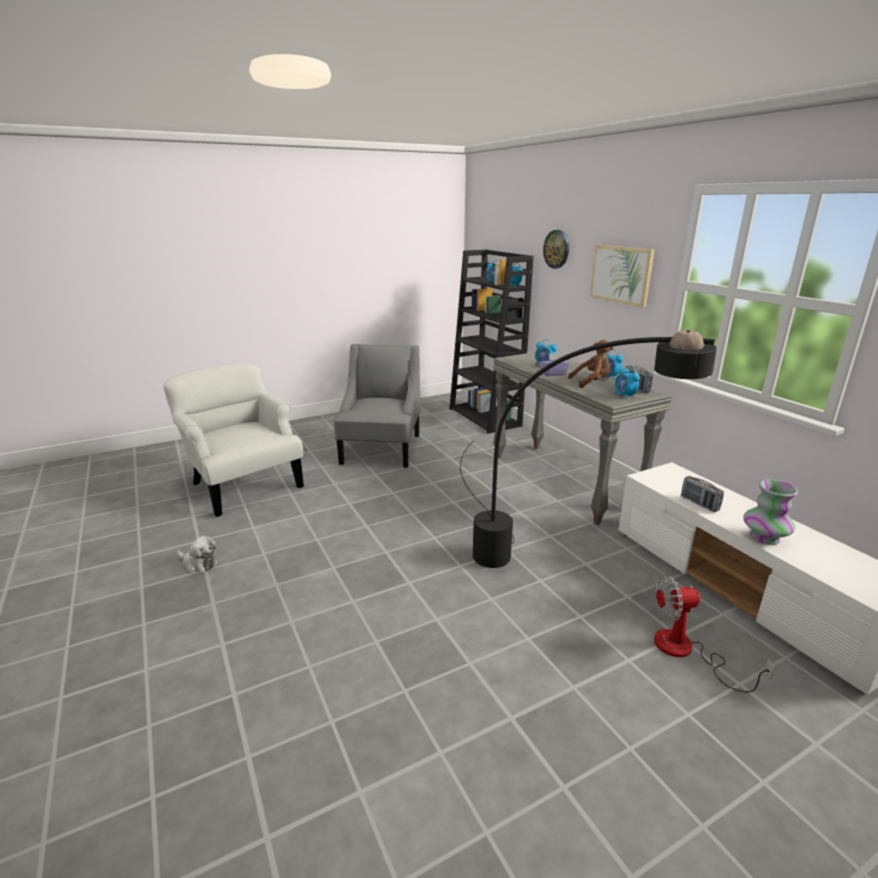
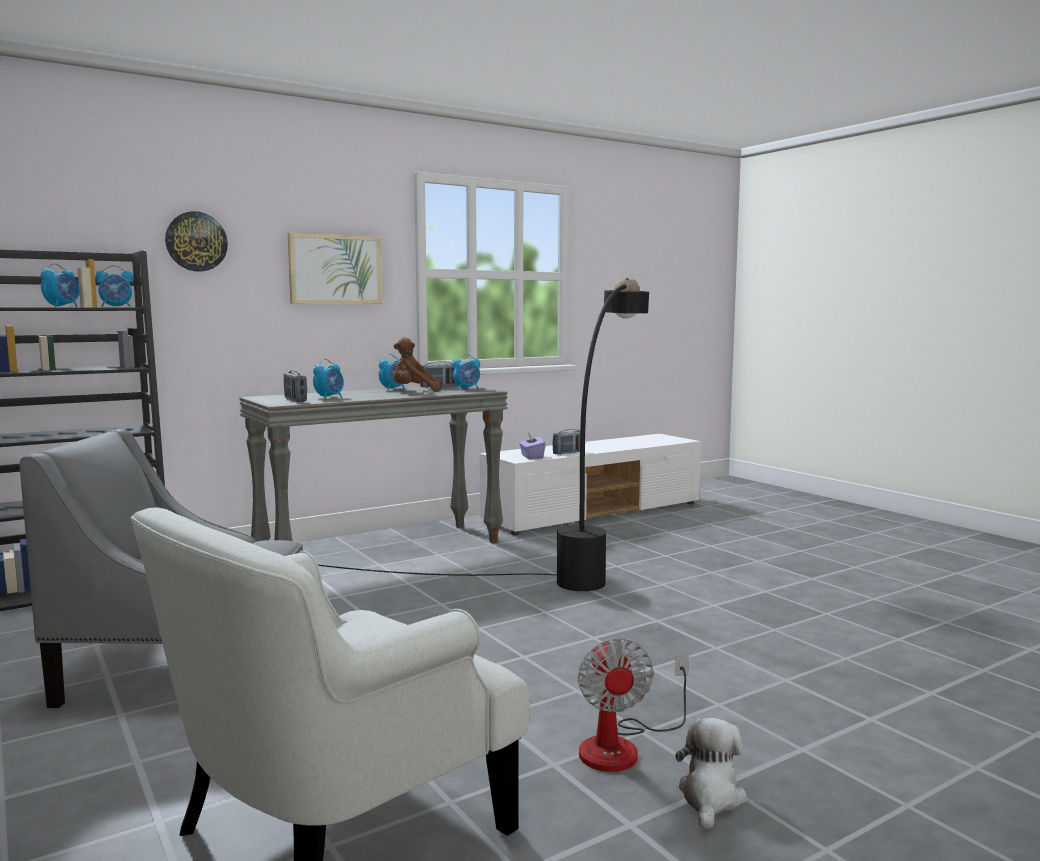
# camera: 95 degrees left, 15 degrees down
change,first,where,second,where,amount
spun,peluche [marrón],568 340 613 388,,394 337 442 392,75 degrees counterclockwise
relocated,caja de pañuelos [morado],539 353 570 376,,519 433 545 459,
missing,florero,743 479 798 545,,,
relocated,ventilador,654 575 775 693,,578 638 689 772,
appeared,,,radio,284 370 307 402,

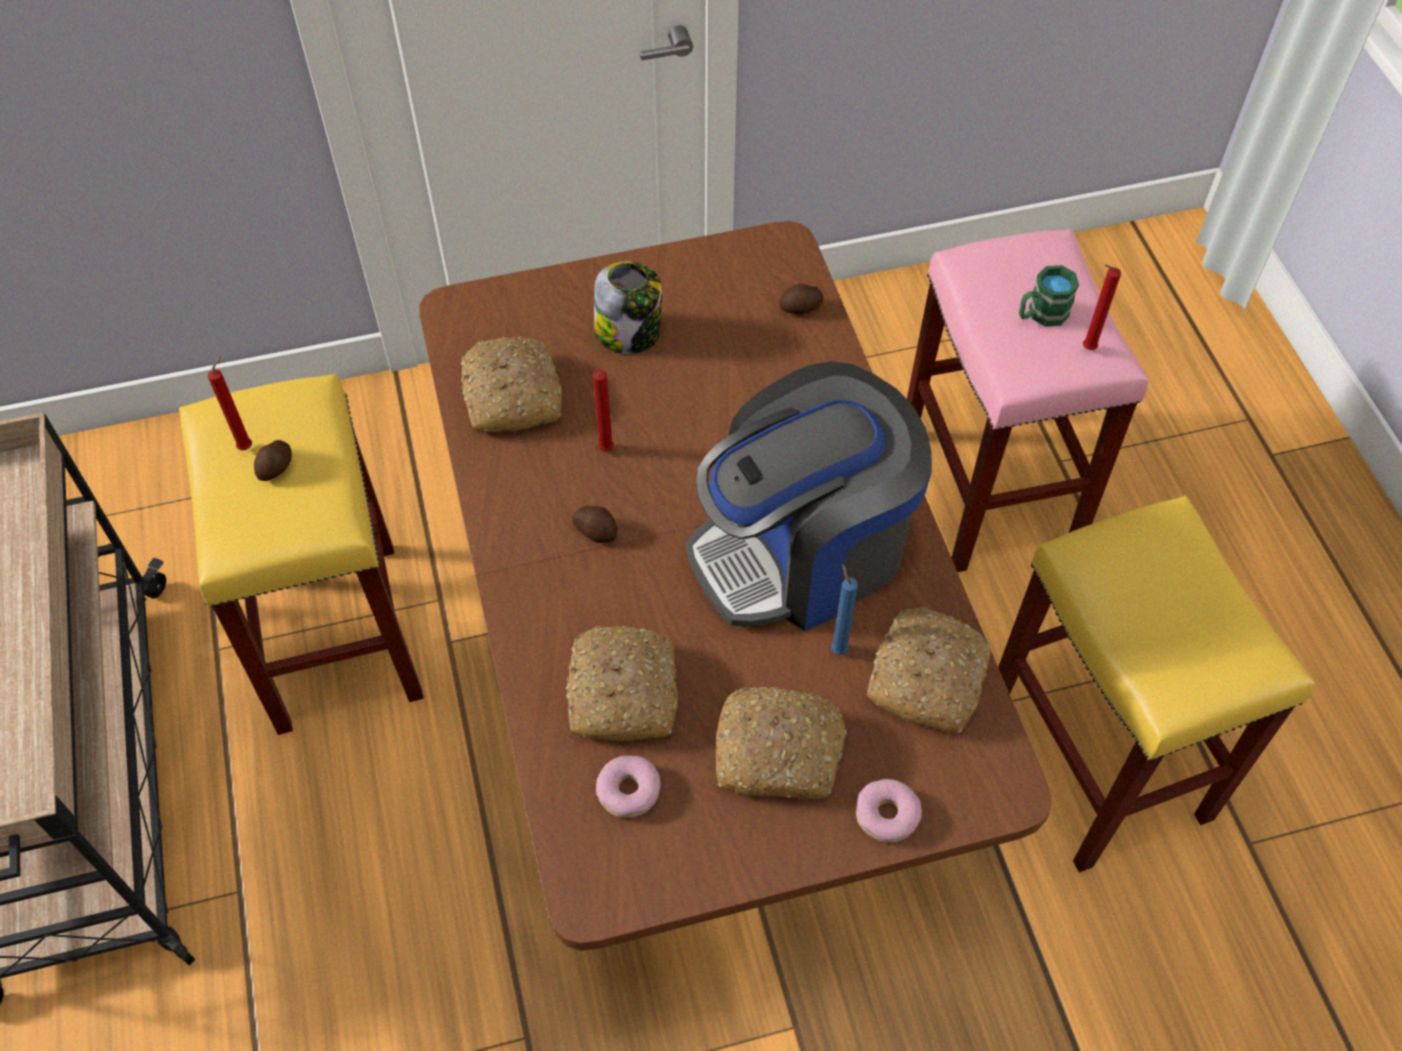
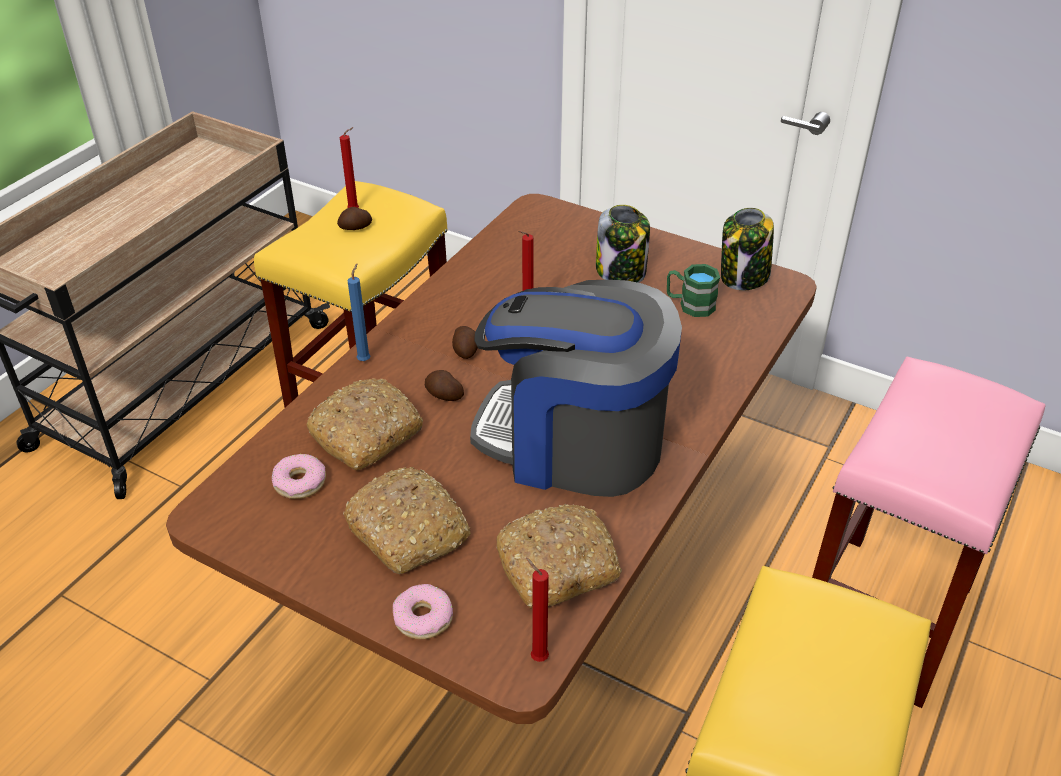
# camera: 45 degrees right, 15 degrees down
change,first,where,second,where,amount
relocated,vela [rojo],1083 264 1121 350,,526 558 549 662,
relocated,taza grande [verde],1019 265 1079 327,,667 264 720 317,
relocated,patata,779 283 823 314,,425 370 464 401,
missing,pan,461 337 563 433,,,
relocated,vela [azul],831 564 858 655,,348 264 370 361,
appeared,,,tarro,721 208 774 290,

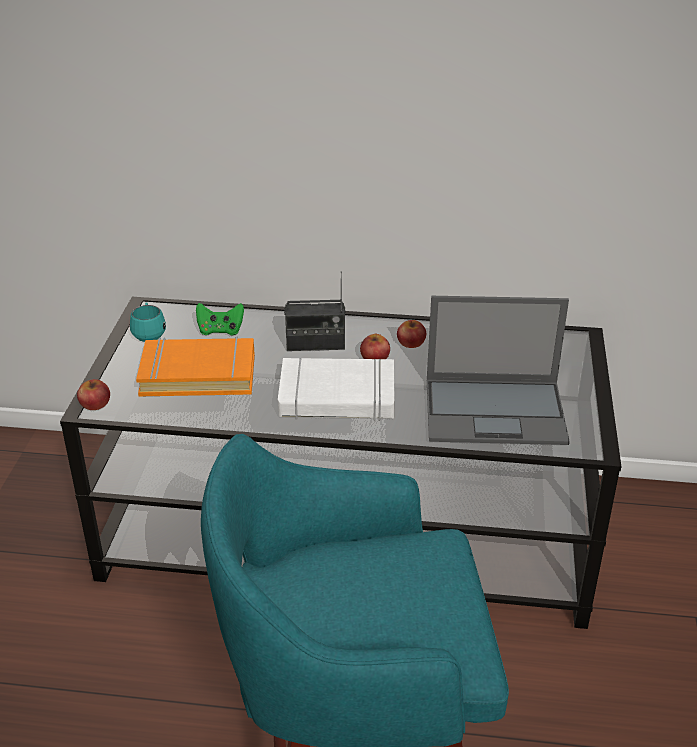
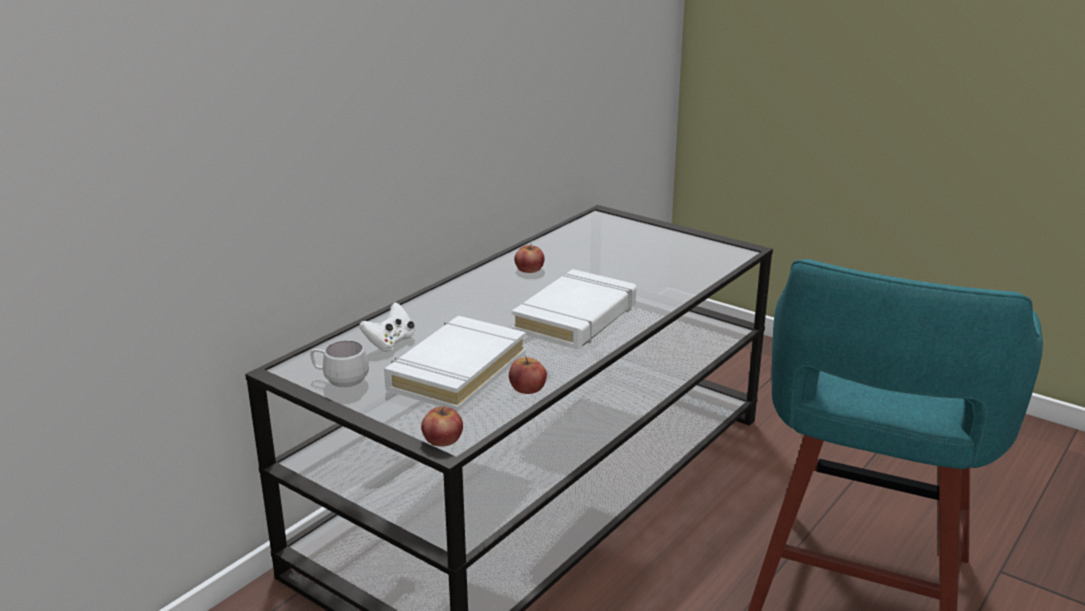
# camera: 60 degrees left, 10 degrees down
change,first,where,second,where,amount
missing,radio,284 271 345 351,,,
missing,portátil,427 296 570 445,,,
colour,taza grande [turquesa],130 302 166 342,taza grande [blanco],310 341 369 387,
colour,mando de consola [verde],196 303 244 336,mando de consola [blanco],359 302 414 352,
relocated,manzana,360 334 390 359,,509 355 547 394,
colour,libro [naranja],136 336 255 397,libro [blanco],384 316 526 412,

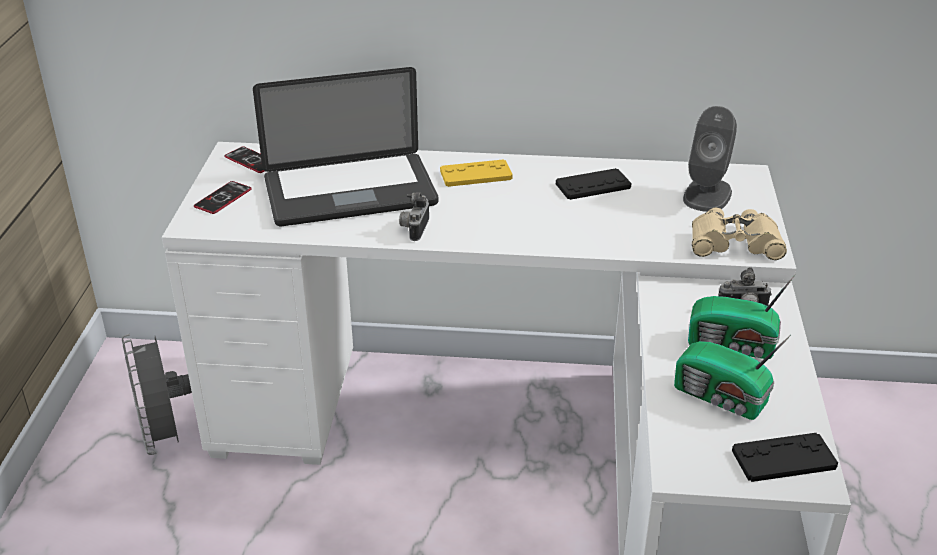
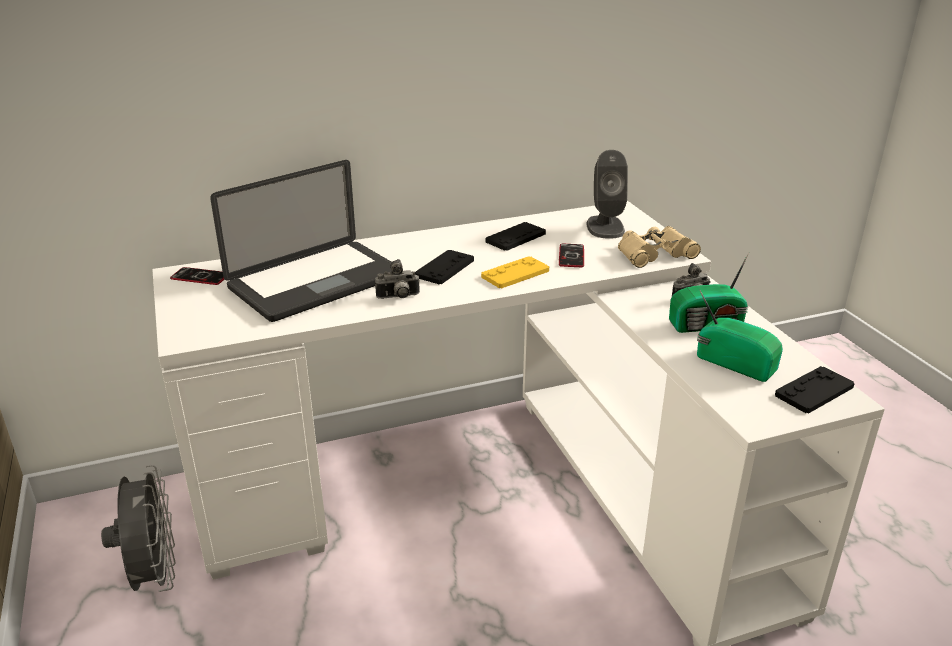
# camera: 25 degrees left, 5 degrees down
change,first,where,second,where,amount
relocated,mando de consola [amarillo],440 160 513 187,,481 256 549 288,
relocated,móvil,194 181 252 214,,559 244 584 267,
spun,cámara,399 192 429 241,,375 259 420 299,90 degrees counterclockwise
spun,ventilador [gris],122 334 192 455,,101 465 176 592,150 degrees counterclockwise
spun,radio,674 335 791 420,,697 289 783 382,150 degrees counterclockwise
appeared,,,mando de consola [negro],415 250 474 285,

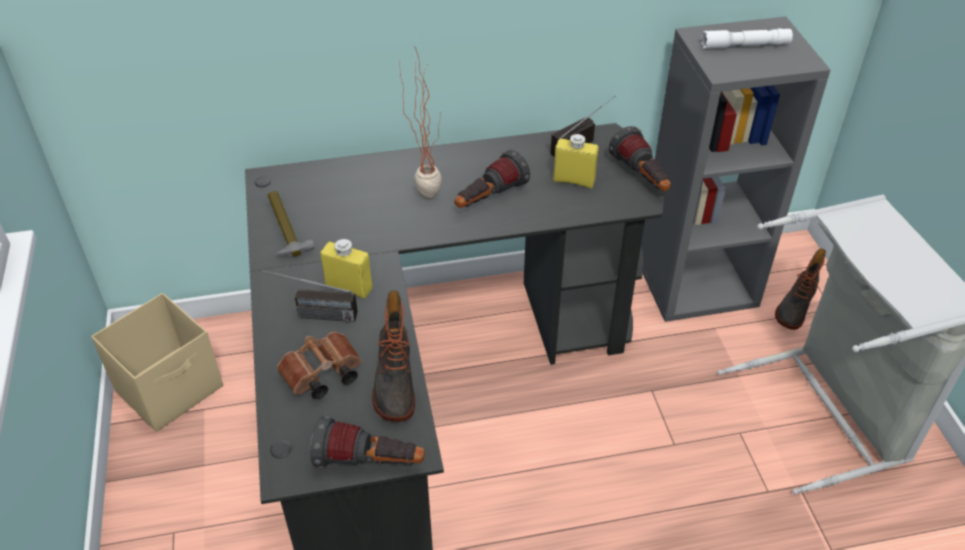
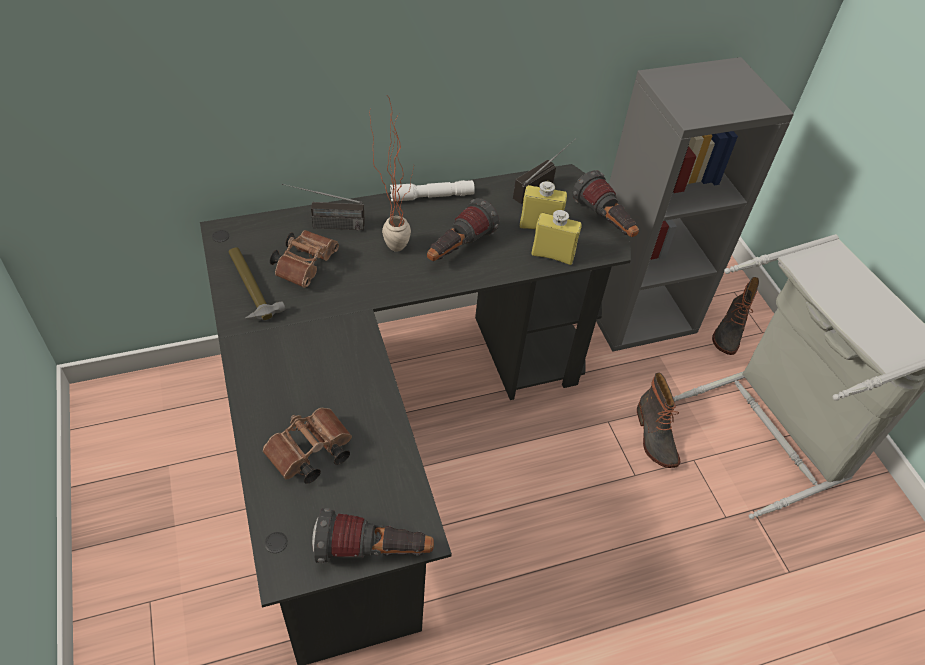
# camera: 10 degrees left, 5 degrees up
change,first,where,second,where,amount
relocated,linterna [blanco],701 28 793 49,,390 180 475 202,
relocated,botella [amarillo],320 239 373 298,,532 210 582 265,
relocated,radio,263 270 357 323,,282 184 365 231,
relocated,bota,372 290 415 422,,637 372 681 468,
missing,caja de almacenaje [beis],91 293 223 432,,,
appeared,,,prismáticos [marrón],270 230 339 288,

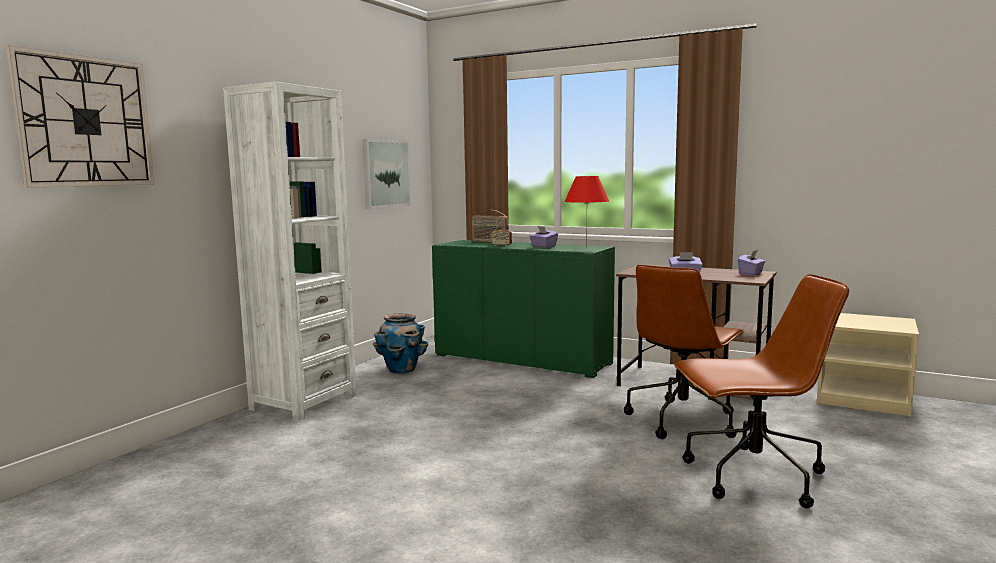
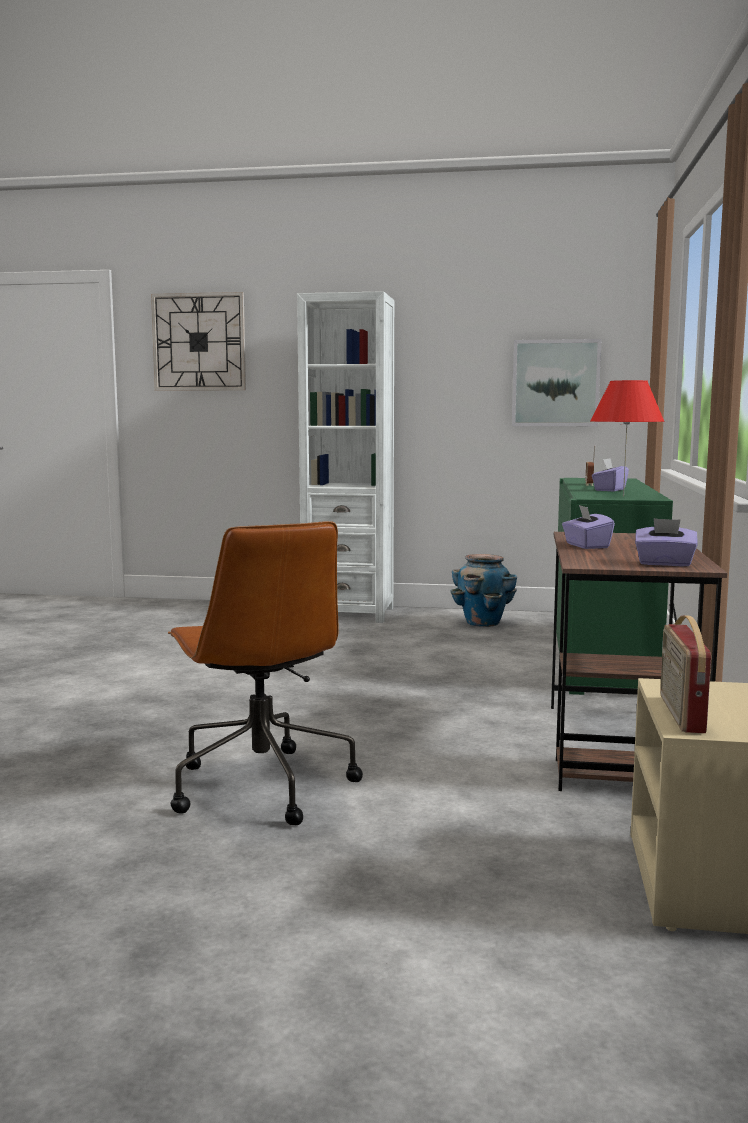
# camera: 70 degrees right, 0 degrees up
change,first,where,second,where,amount
relocated,radio,472 210 508 242,,661 615 711 733,
missing,silla de oficina [marrón],624 265 745 439,,,

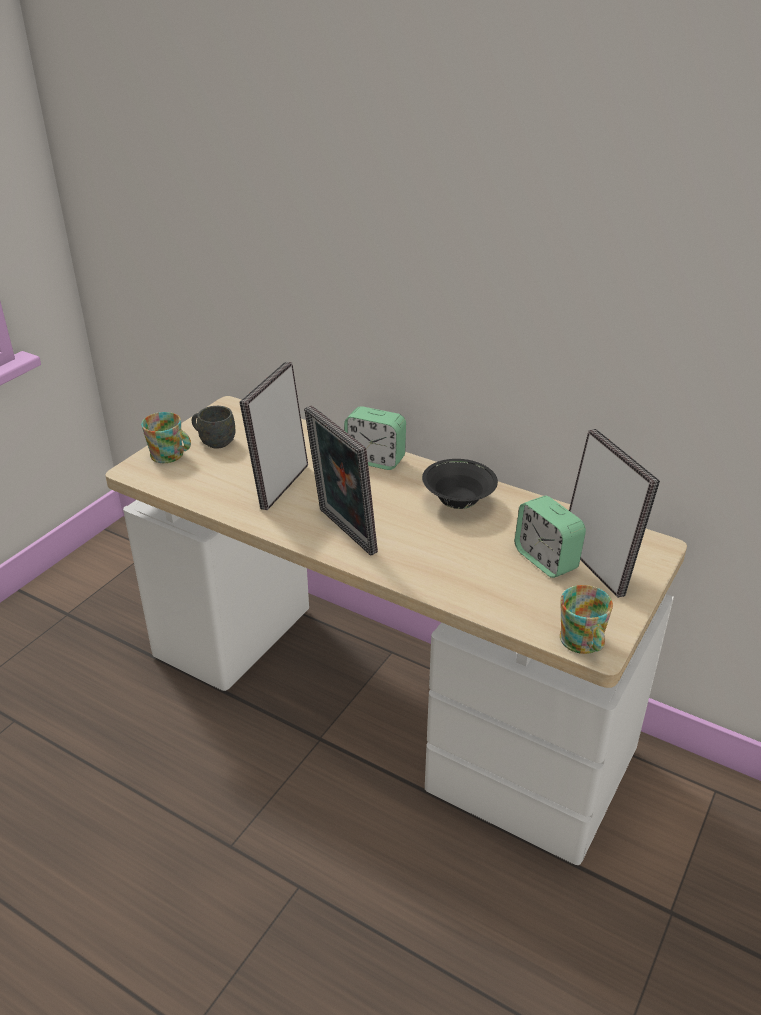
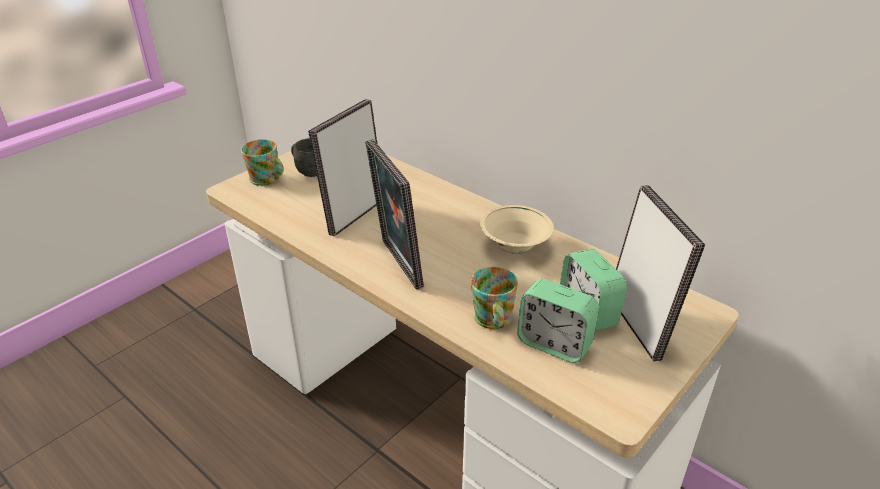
# camera: 10 degrees right, 0 degrees up
change,first,where,second,where,amount
relocated,despertador,344 406 406 470,,517 279 599 363,
colour,cuenco [negro],422 459 498 509,cuenco [beis],480 205 554 254,
relocated,taza grande,560 585 613 654,,471 267 518 329,

